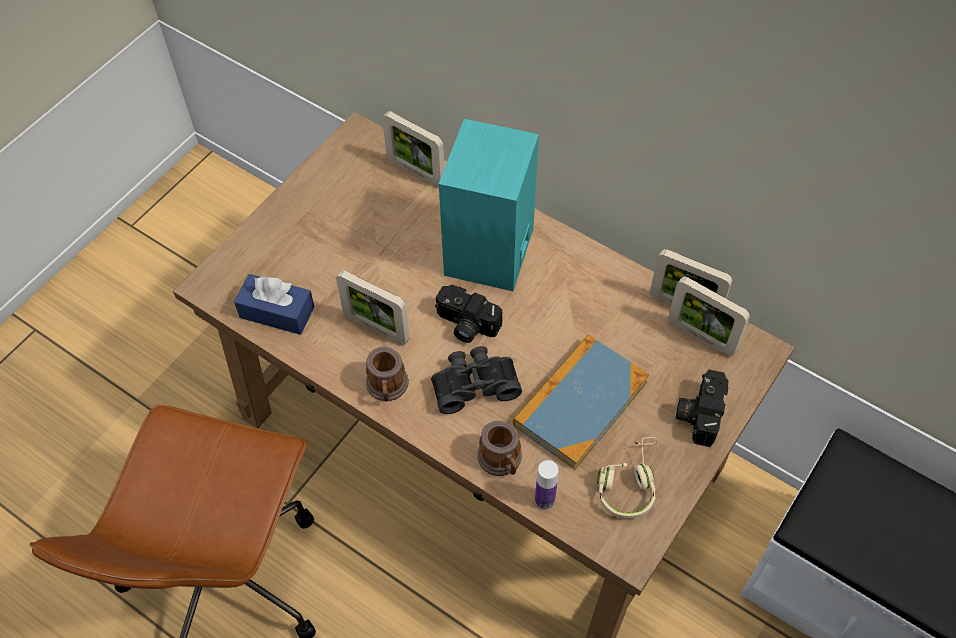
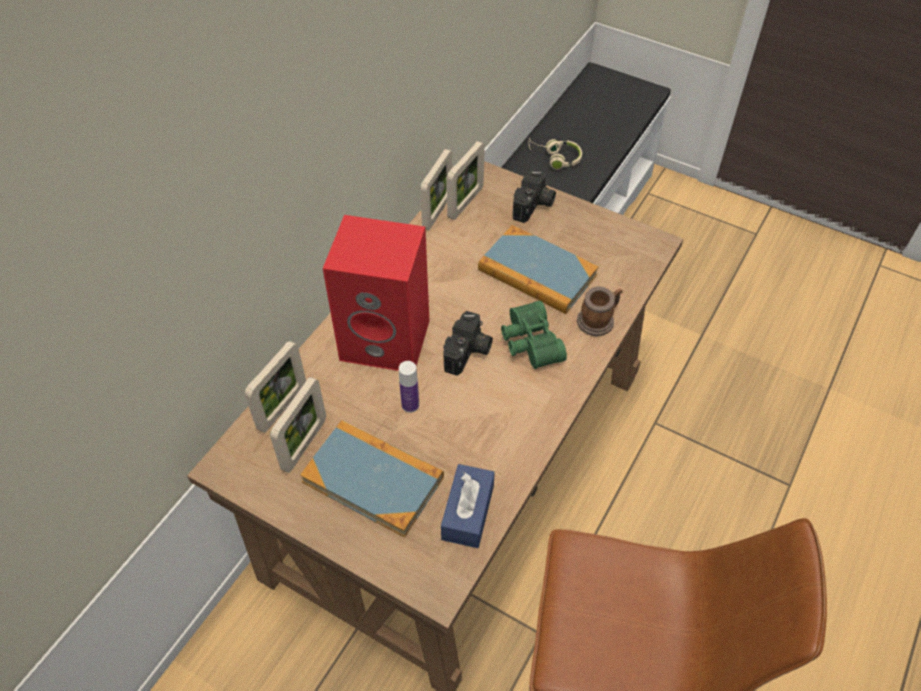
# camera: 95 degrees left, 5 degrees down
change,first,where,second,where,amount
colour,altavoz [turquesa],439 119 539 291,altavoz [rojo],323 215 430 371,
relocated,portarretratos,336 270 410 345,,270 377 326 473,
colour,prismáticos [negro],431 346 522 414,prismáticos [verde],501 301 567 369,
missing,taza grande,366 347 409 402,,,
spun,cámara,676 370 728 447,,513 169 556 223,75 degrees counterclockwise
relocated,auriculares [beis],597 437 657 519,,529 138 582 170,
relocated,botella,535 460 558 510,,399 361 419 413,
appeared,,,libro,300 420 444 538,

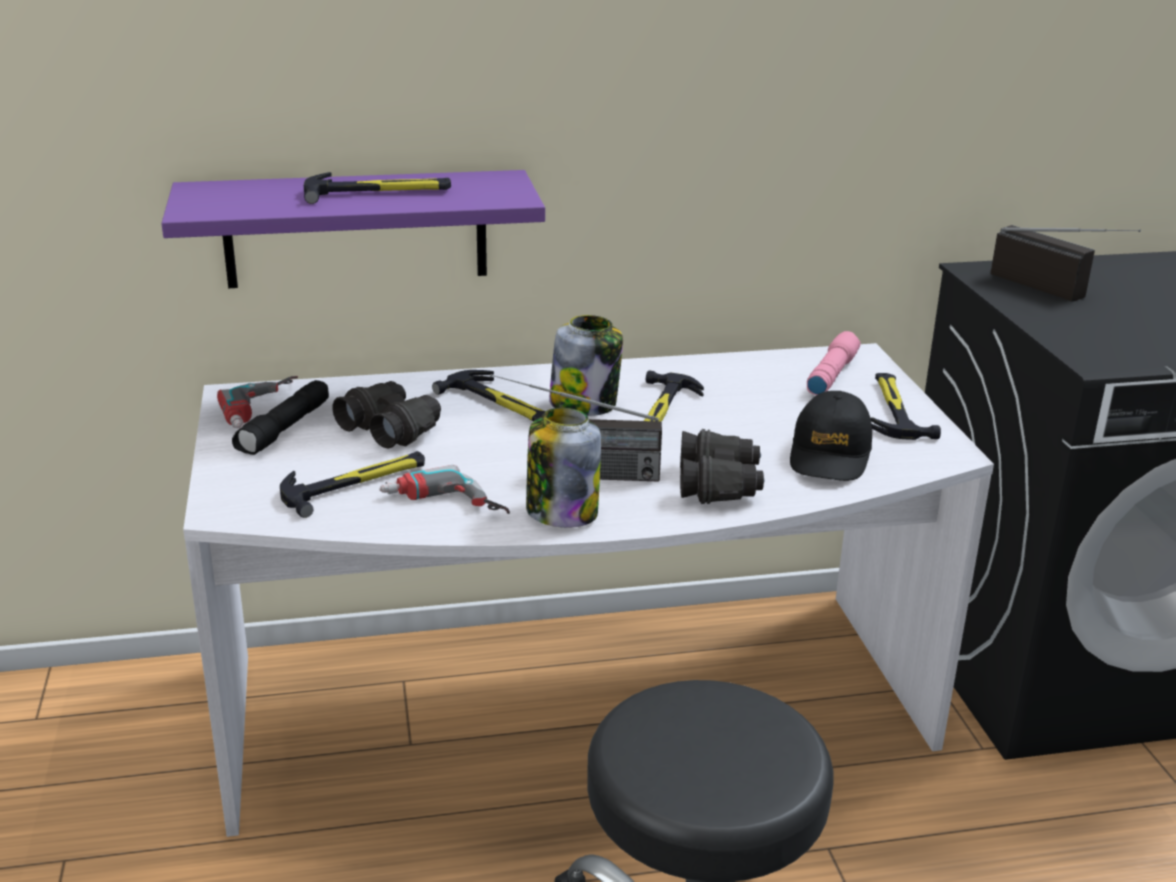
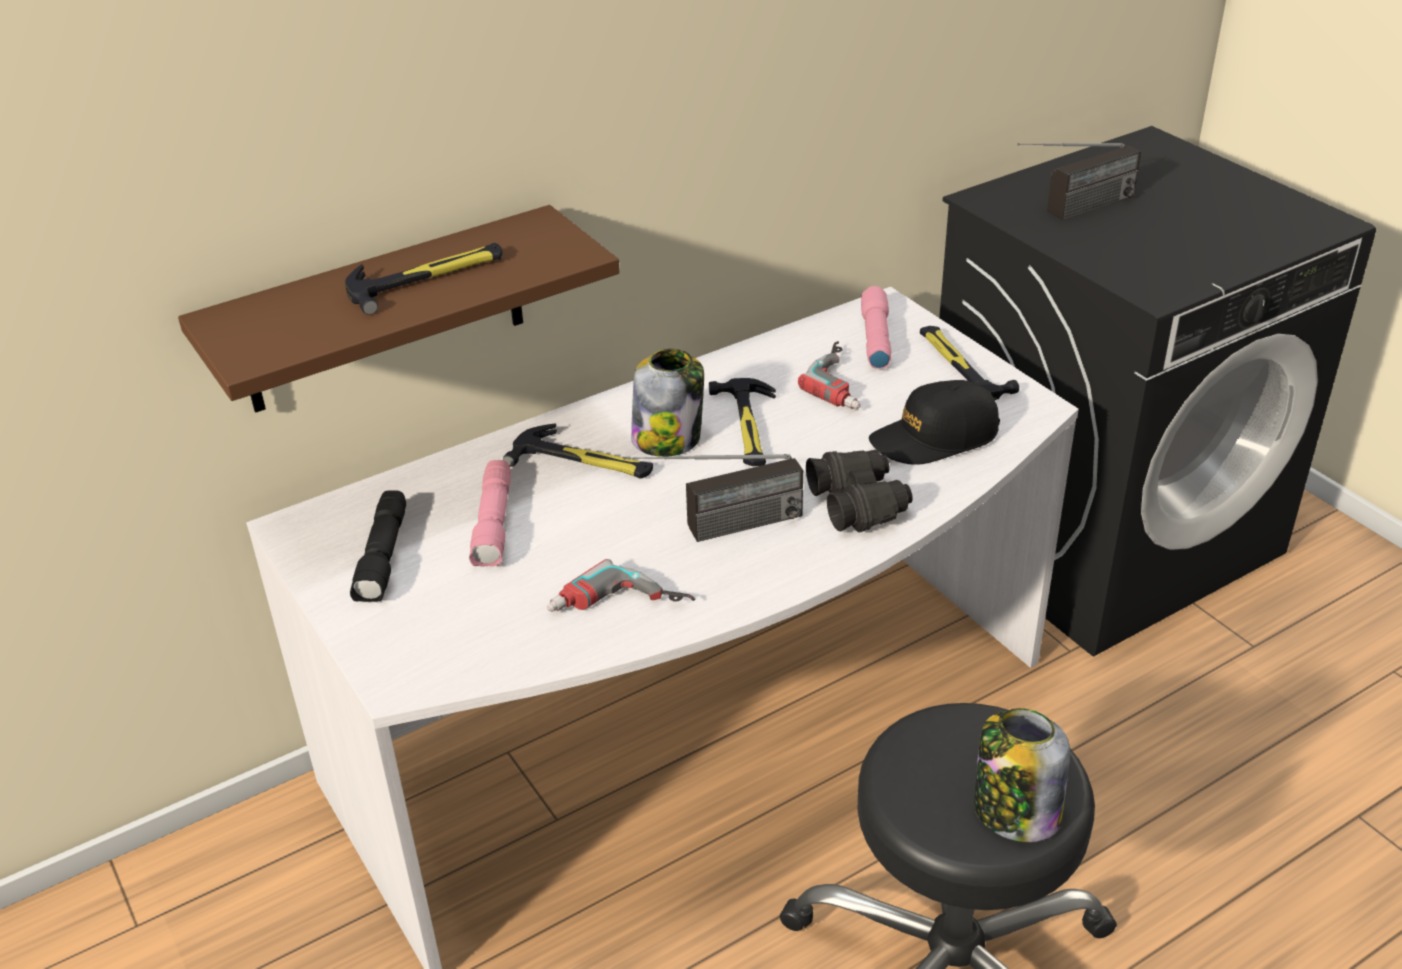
# camera: 20 degrees left, 10 degrees up
change,first,where,second,where,amount
colour,estante [morado],161 170 545 288,estante [marrón],178 205 620 412,
spun,radio,990 225 1141 302,,1017 143 1141 220,120 degrees clockwise
relocated,taladro,217 376 298 429,,798 341 860 409,
exchanged,prismáticos [negro],332 381 441 449,linterna [rosa],469 460 511 567,
spun,gorra [negro],790 391 872 481,,869 380 1000 465,75 degrees clockwise
relocated,tarro,526 408 601 528,,974 708 1070 842,
missing,martillo,280 451 425 518,,,

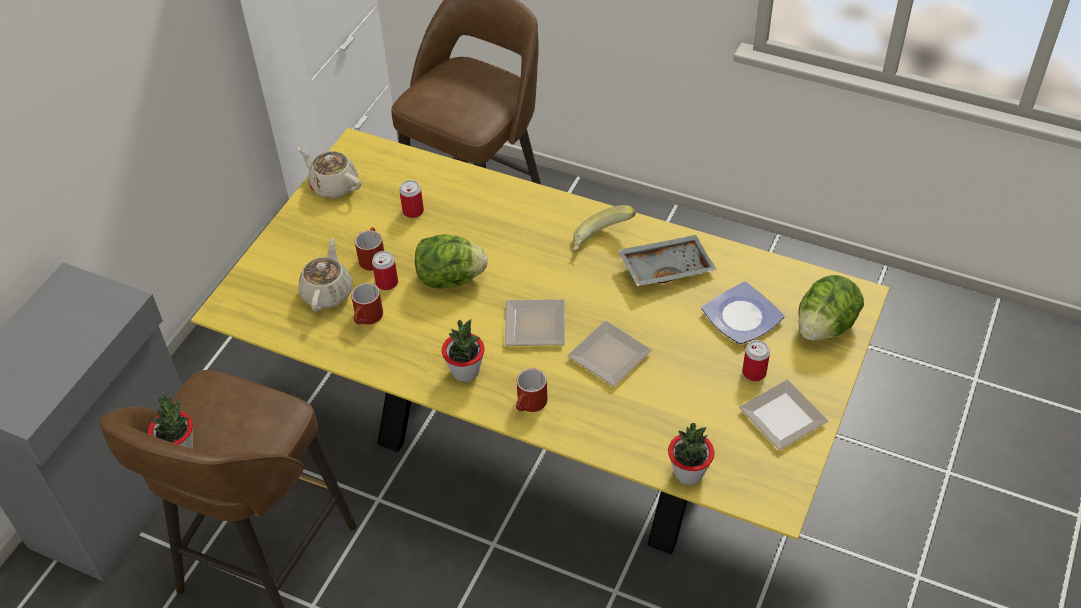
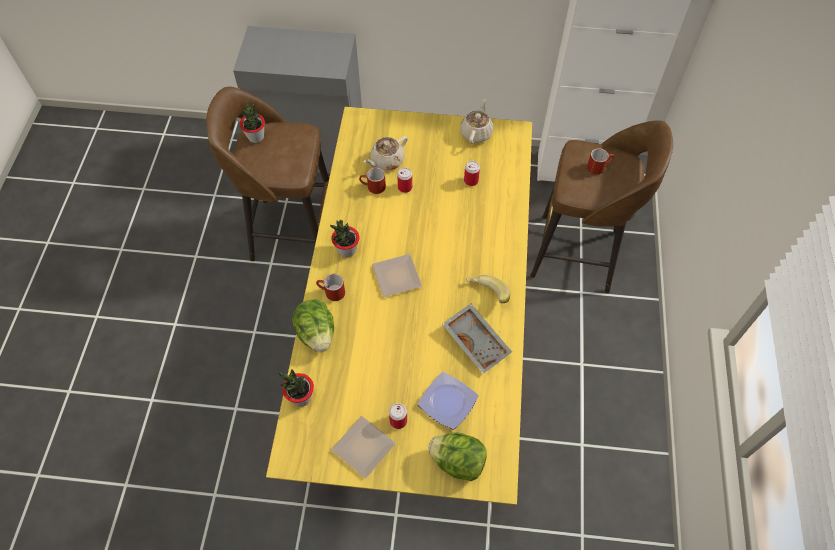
# camera: 70 degrees right, 10 degrees up
change,first,where,second,where,amount
relocated,taza grande [rojo],355 227 384 271,,587 148 614 175,
relocated,lechuga,415 234 488 289,,292 299 334 352,
spun,tetera [beis],298 238 352 312,,363 136 408 170,150 degrees clockwise
missing,plato,567 321 652 387,,,

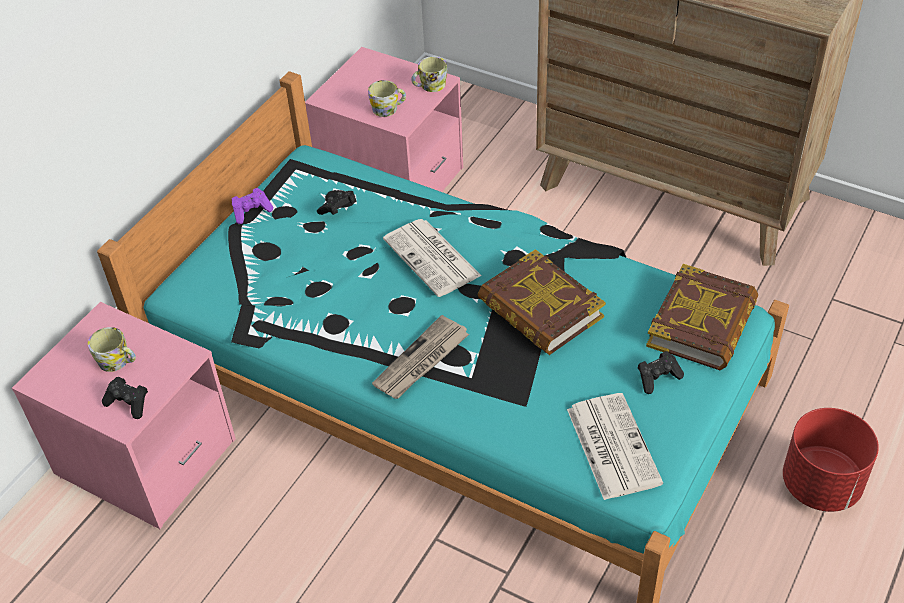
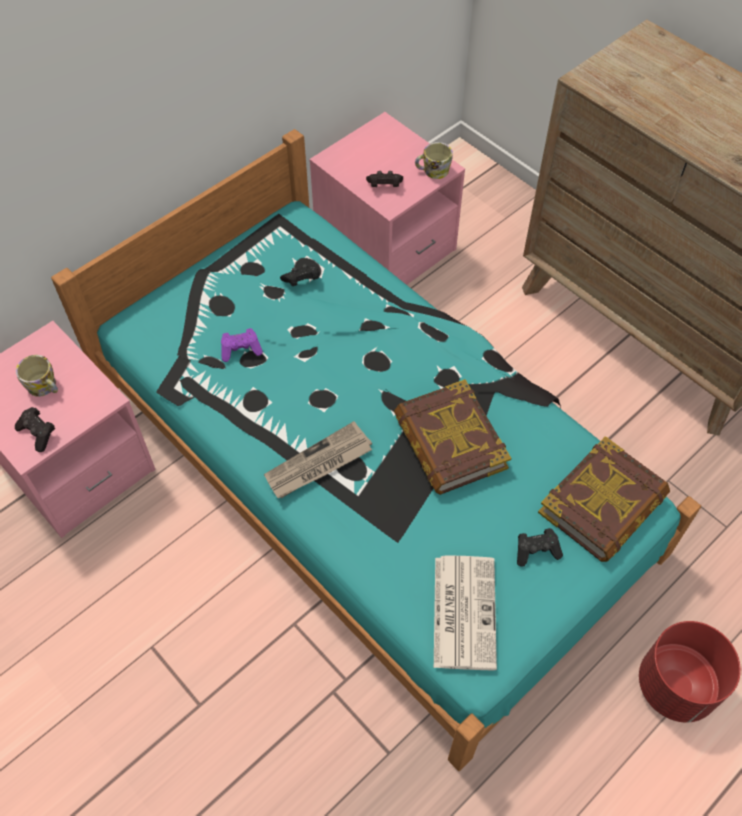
# camera: 15 degrees right, 10 degrees up
change,first,where,second,where,amount
exchanged,taza grande,368 80 406 117,mando de consola [negro],366 171 403 187,
relocated,mando de consola [morado],232 188 273 224,,221 328 263 362,
missing,periódico,383 219 482 297,,,

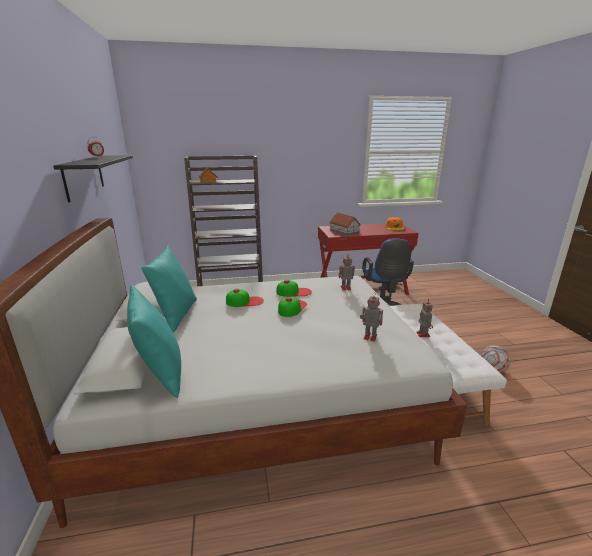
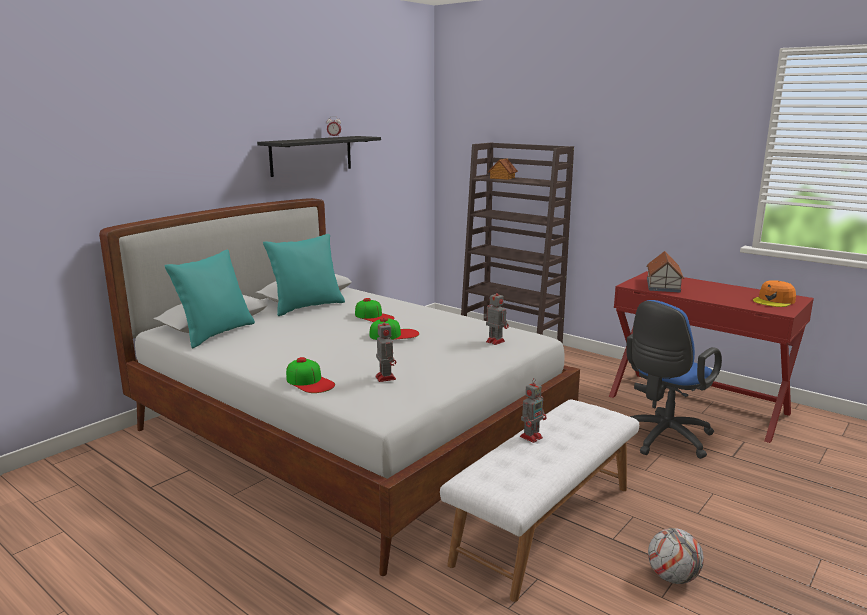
# camera: 50 degrees right, 5 degrees down
change,first,where,second,where,amount
relocated,gorra,277 280 312 297,,286 357 335 393,

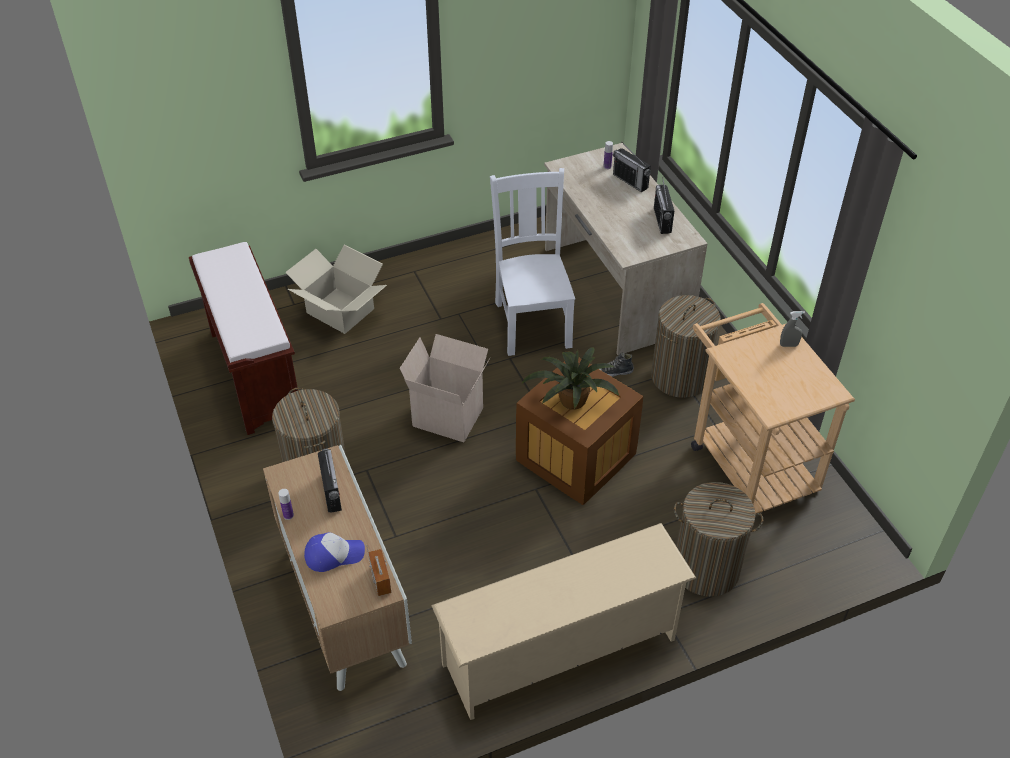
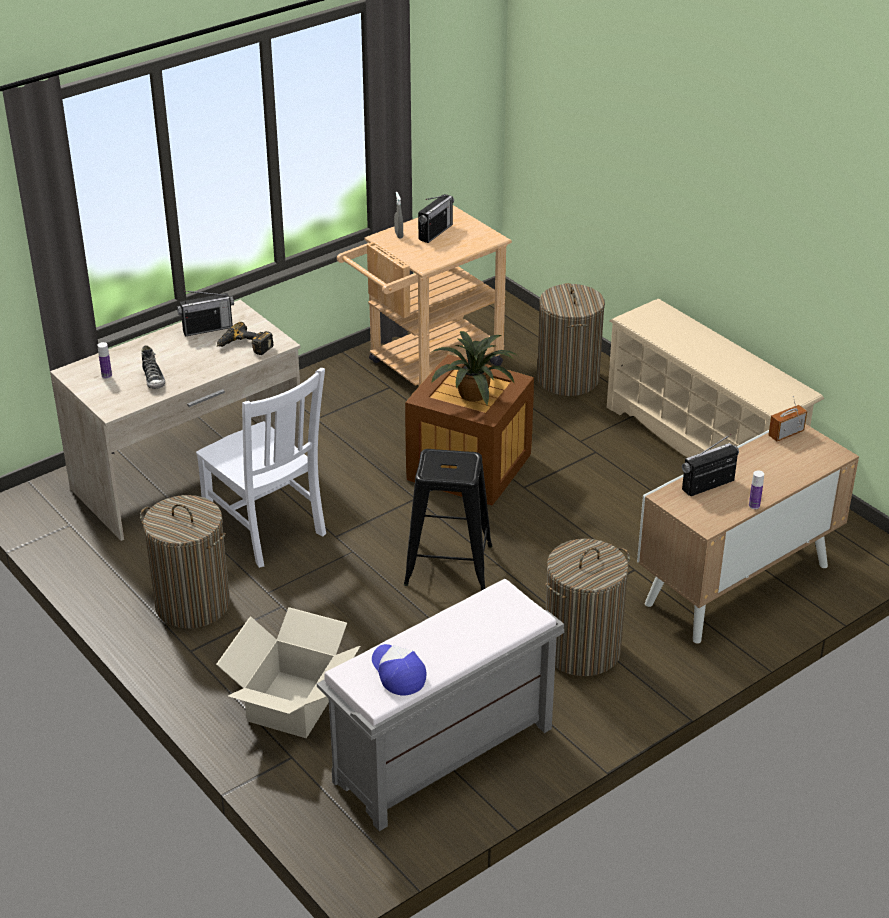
# camera: 105 degrees left, 10 degrees down
change,first,where,second,where,amount
relocated,radio,613 142 651 192,,418 194 454 243,
spun,silla [blanco],490 168 575 356,,196 368 326 568,105 degrees counterclockwise
colour,banco [marrón],189 242 298 435,banco [gris],317 579 564 831,
relocated,cesto de la ropa,651 295 721 398,,140 495 230 629,
exchanged,caja de cartón,400 334 490 442,taburete [negro],404 449 493 591,
relocated,zapato,599 352 634 377,,141 345 165 389,
relocated,gorra,304 532 365 572,,372 644 426 696,
appeared,,,taladro,217 322 274 355,

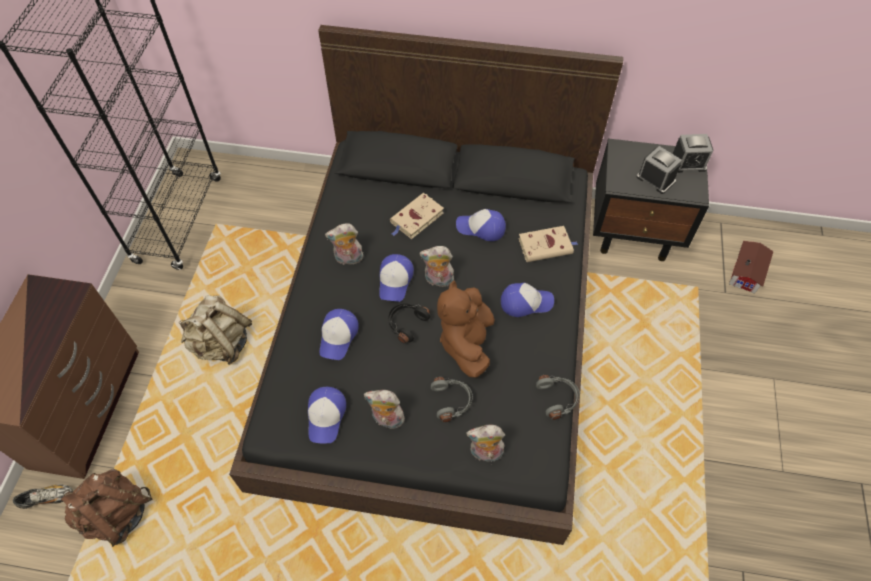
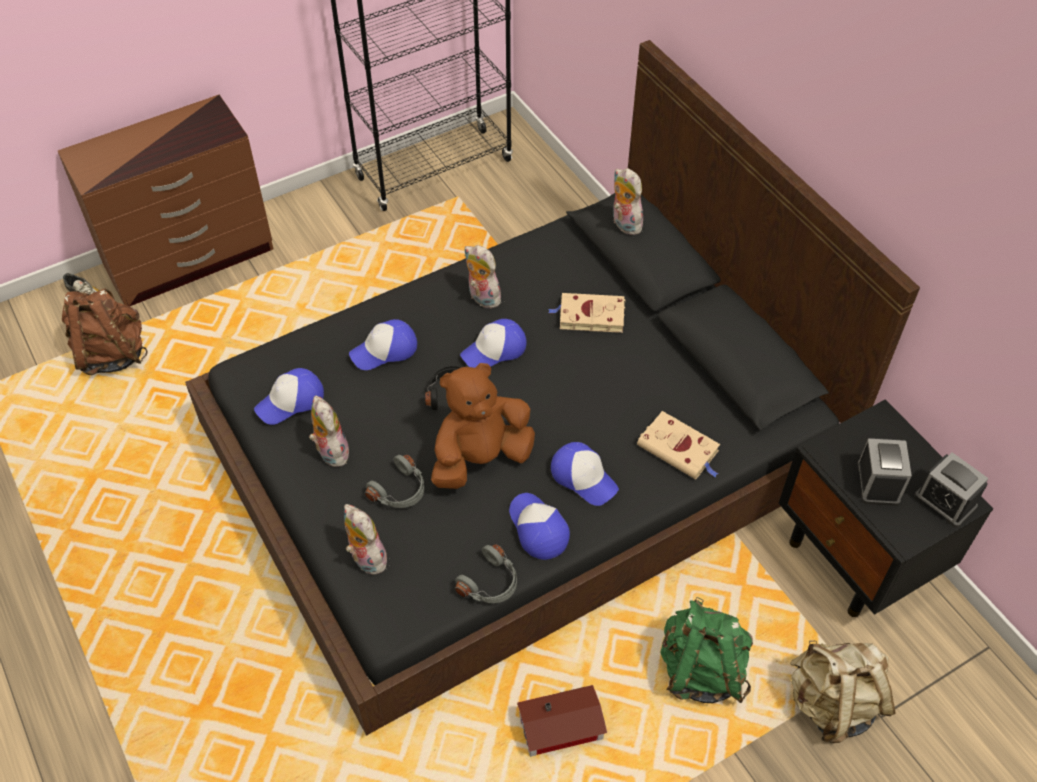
# camera: 50 degrees right, 5 degrees down
change,first,where,second,where,amount
relocated,gorra,456 209 506 241,,509 493 570 560,
relocated,casita,729 241 774 294,,517 685 607 757,
relocated,peluche,419 246 454 287,,613 168 643 235,
relocated,mochila [beis],179 295 252 365,,790 640 896 743,
appeared,,,mochila [verde],660 597 753 703,

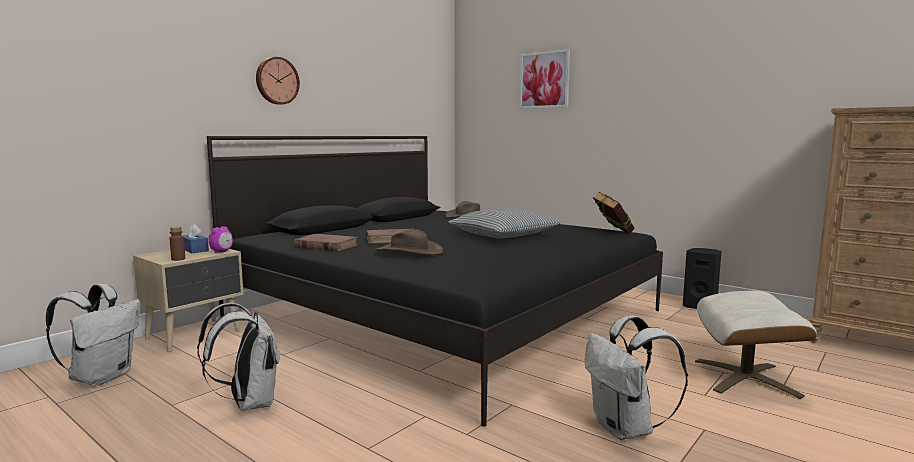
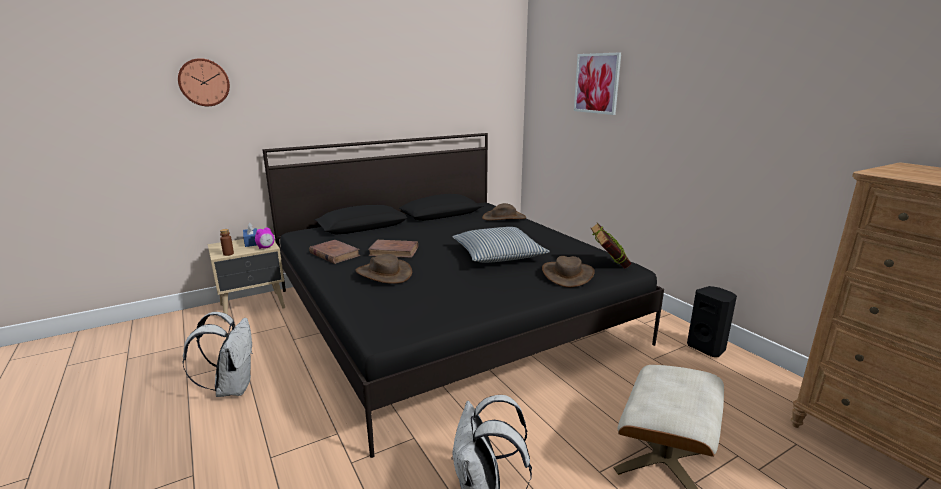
# camera: 20 degrees right, 10 degrees up
change,first,where,second,where,amount
relocated,reloj de pared,256 57 300 105,,178 58 230 106,
missing,mochila [blanco],46 284 140 386,,,
appeared,,,sombrero [marrón],542 256 595 287,

